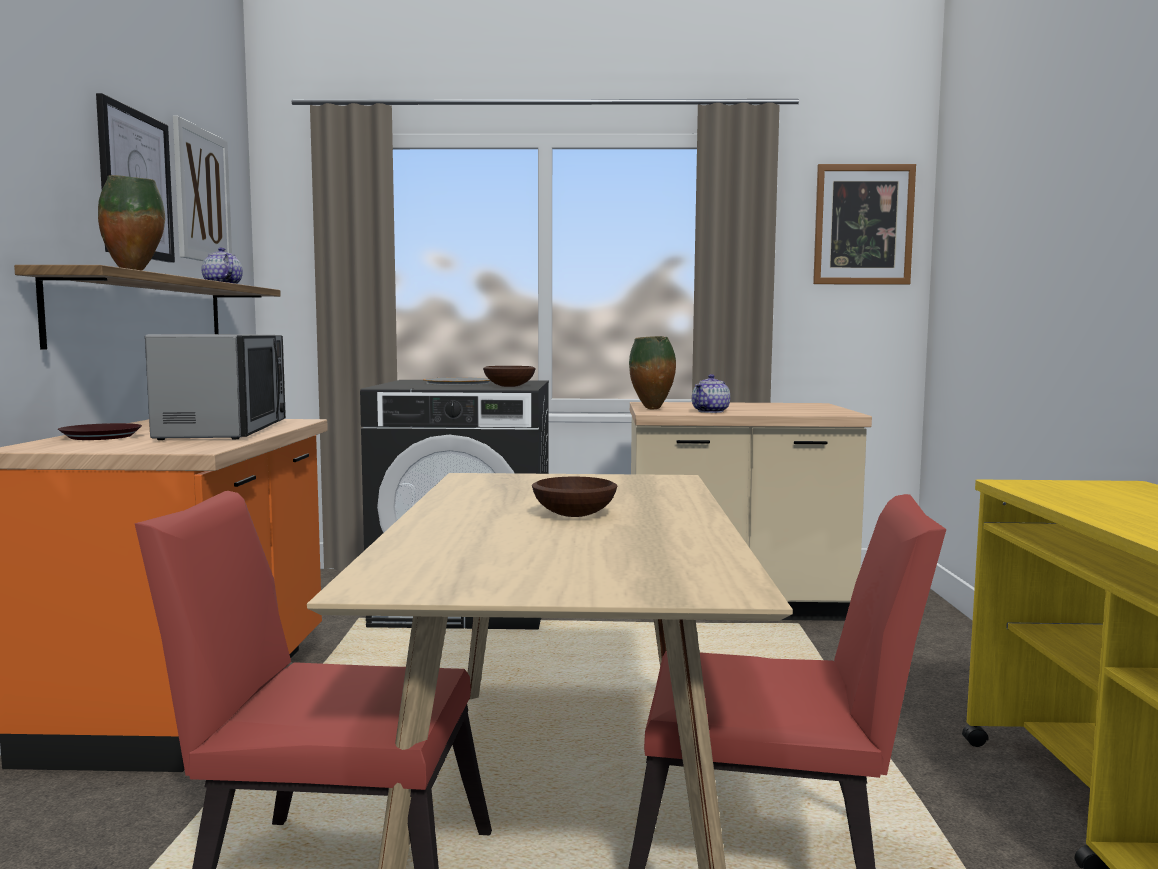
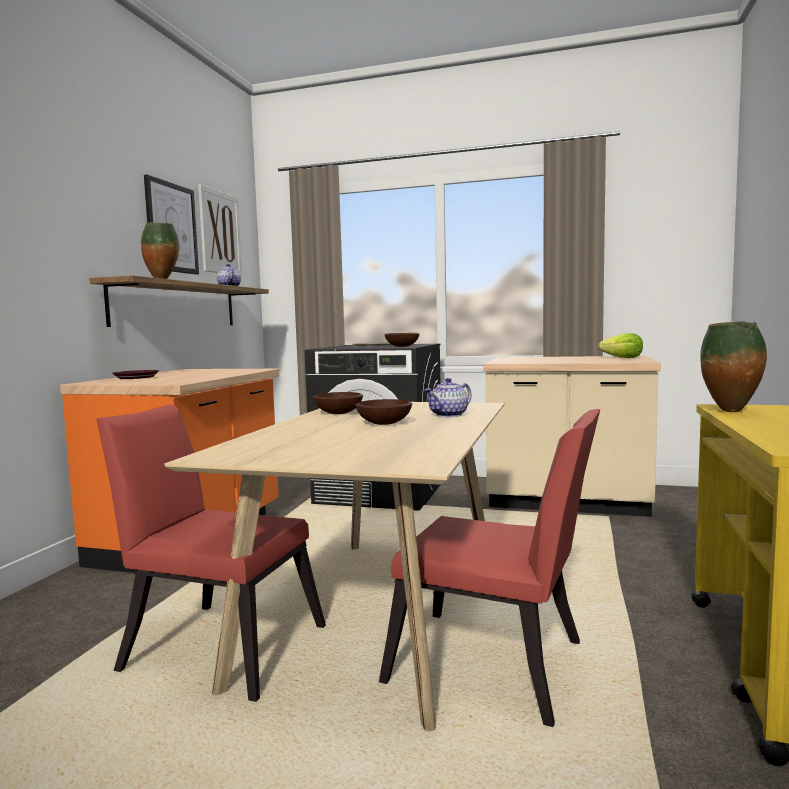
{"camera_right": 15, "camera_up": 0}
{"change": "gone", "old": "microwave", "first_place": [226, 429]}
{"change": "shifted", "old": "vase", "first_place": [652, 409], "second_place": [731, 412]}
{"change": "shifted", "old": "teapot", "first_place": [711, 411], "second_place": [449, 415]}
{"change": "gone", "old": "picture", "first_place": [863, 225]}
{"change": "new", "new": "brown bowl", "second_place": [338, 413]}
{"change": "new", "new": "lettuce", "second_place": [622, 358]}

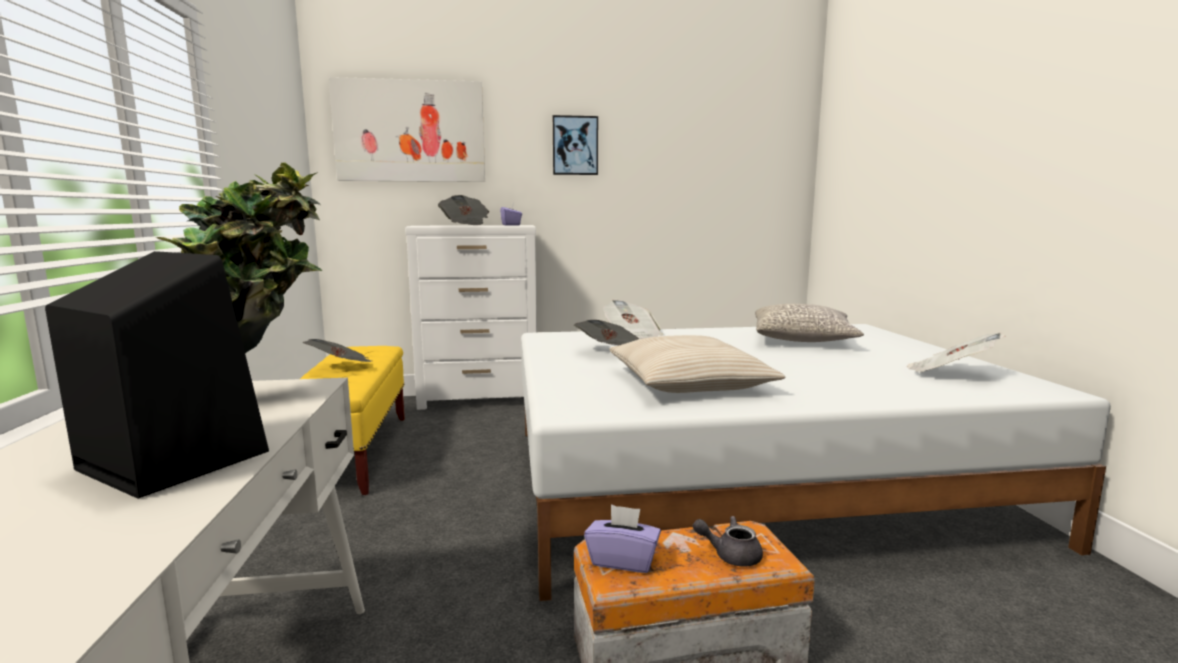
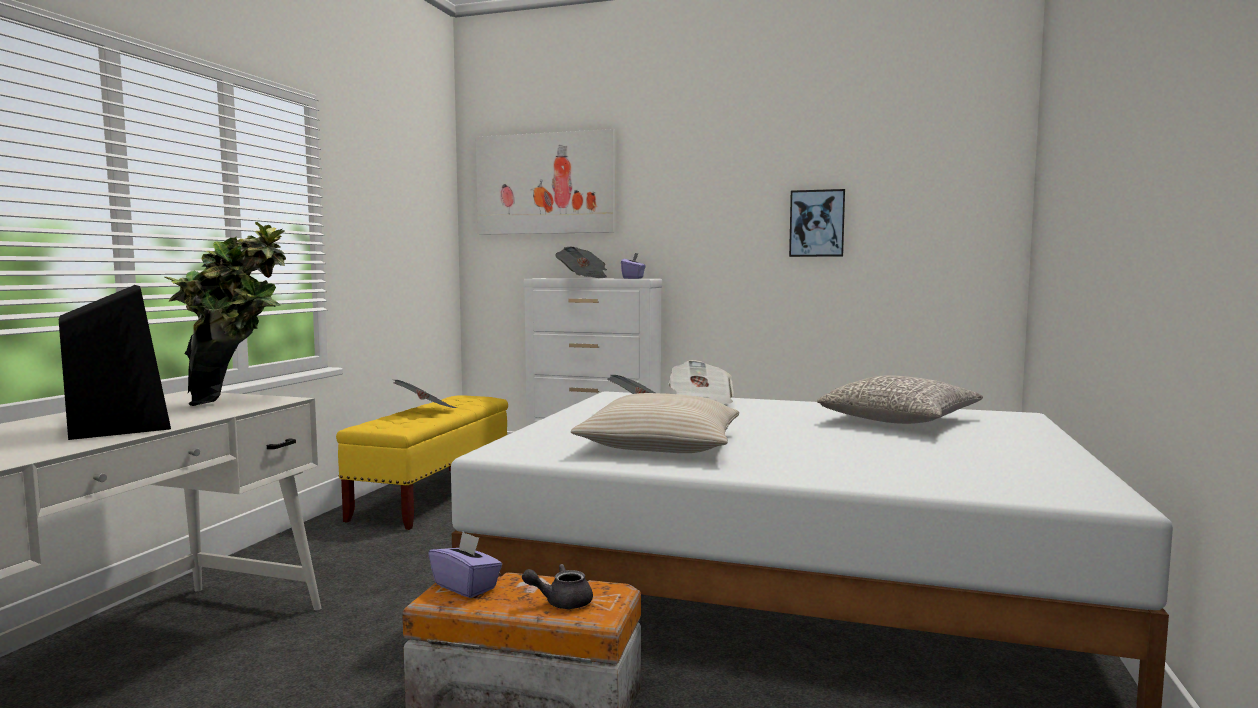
{"camera_right": 25, "camera_up": -5}
{"change": "shifted", "old": "picture", "first_place": [575, 145], "second_place": [817, 223]}
{"change": "rotated", "old": "grey teapot", "first_place": [730, 555], "second_place": [561, 602], "degrees": -45}
{"change": "gone", "old": "newspaper", "first_place": [949, 374]}

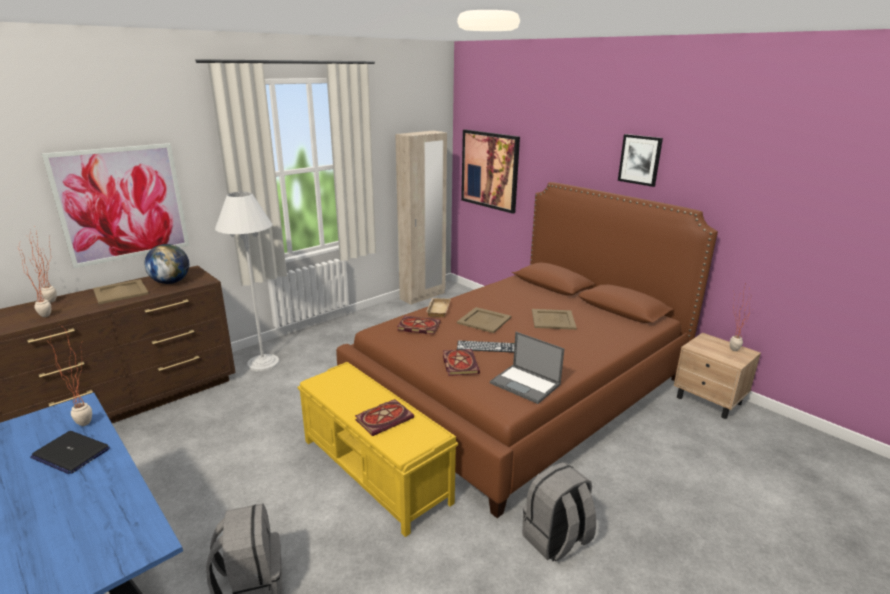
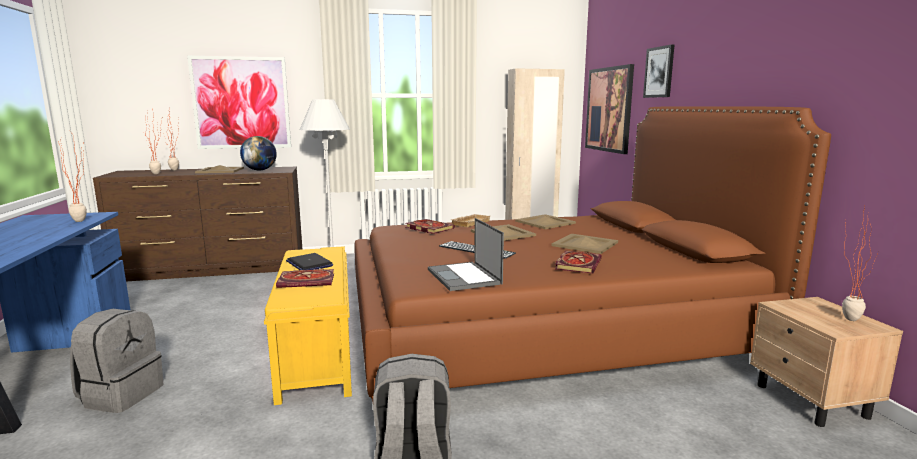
{"camera_right": 30, "camera_up": -10}
{"change": "shifted", "old": "laptop", "first_place": [70, 453], "second_place": [309, 264]}
{"change": "shifted", "old": "book", "first_place": [459, 363], "second_place": [577, 264]}
{"change": "shifted", "old": "picture", "first_place": [640, 159], "second_place": [659, 72]}
{"change": "new", "new": "beige tray", "second_place": [544, 222]}

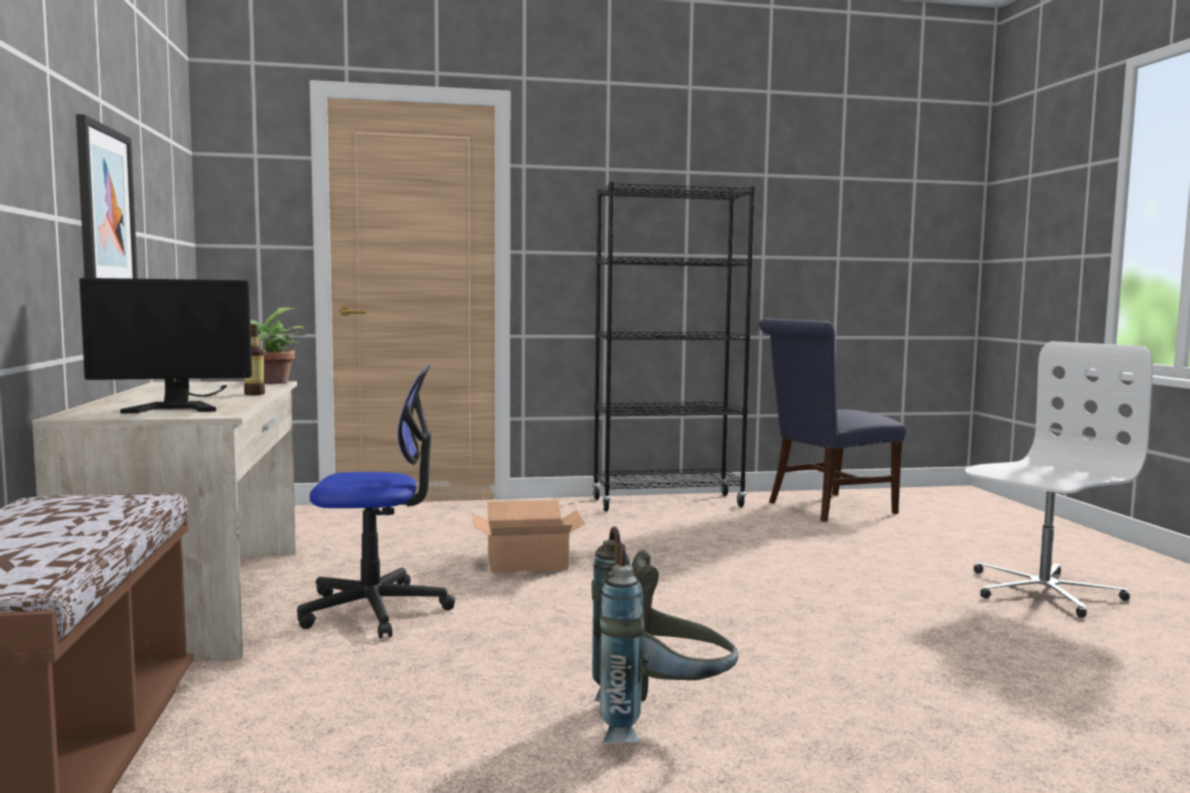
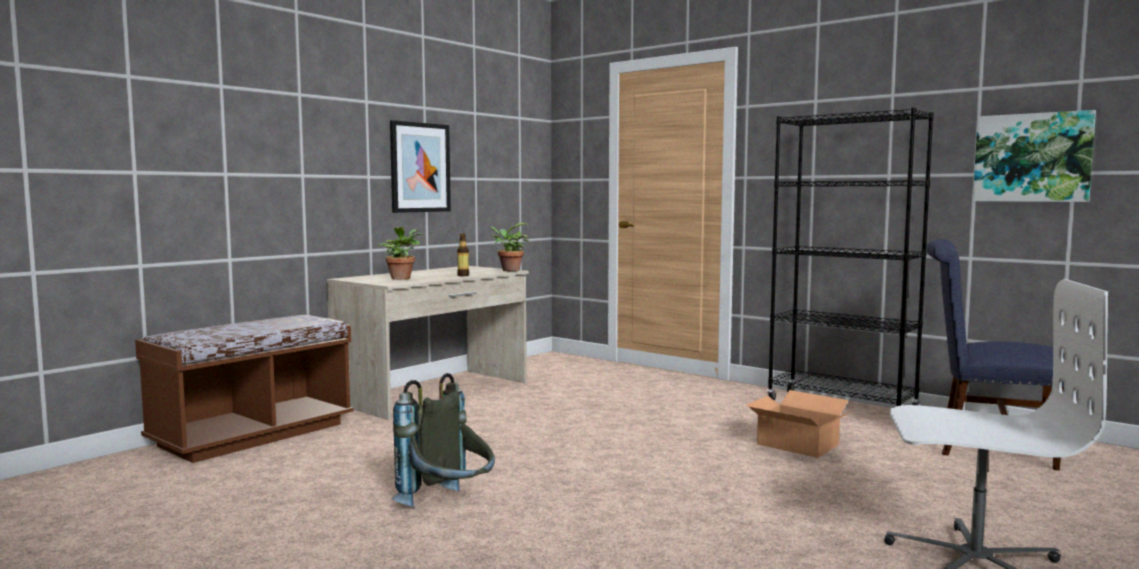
{"camera_right": 50, "camera_up": 0}
{"change": "swapped", "old": "monitor", "new": "potted plant", "first_place": [179, 406], "second_place": [401, 278]}
{"change": "gone", "old": "office chair", "first_place": [375, 610]}
{"change": "shifted", "old": "cardboard box", "first_place": [528, 562], "second_place": [798, 445]}
{"change": "new", "new": "picture", "second_place": [1032, 157]}

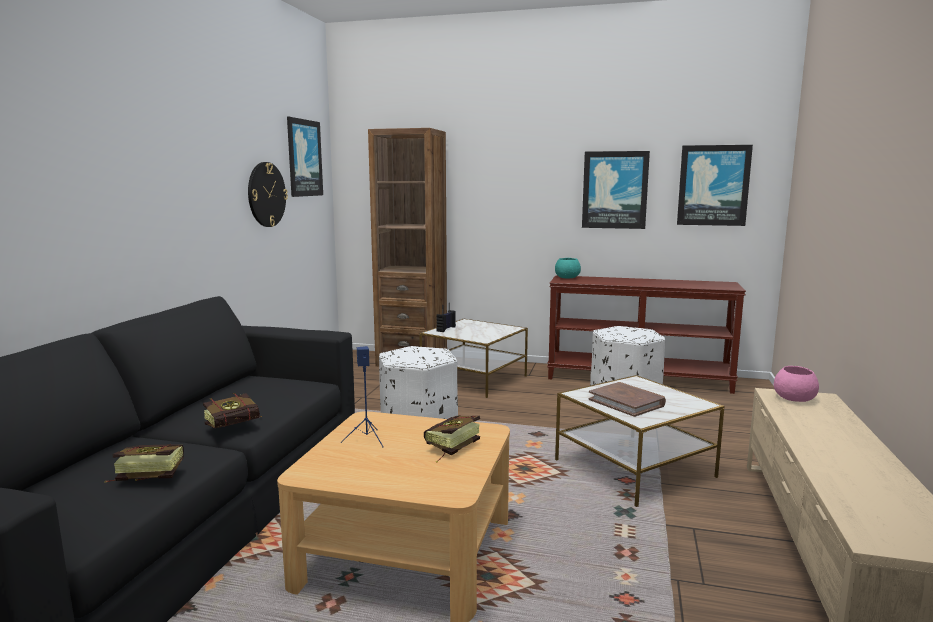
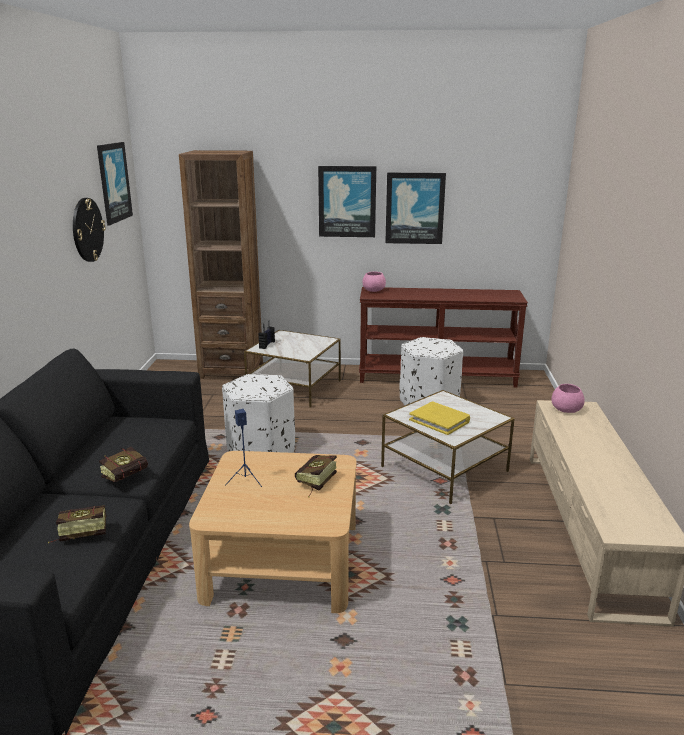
{"camera_right": -10, "camera_up": 10}
{"change": "repainted", "old": "turquoise bowl", "new": "pink bowl", "first_place": [567, 277], "second_place": [373, 290]}
{"change": "repainted", "old": "brown book", "new": "yellow book", "first_place": [626, 402], "second_place": [439, 420]}
{"change": "shifted", "old": "picture", "first_place": [713, 185], "second_place": [347, 201]}

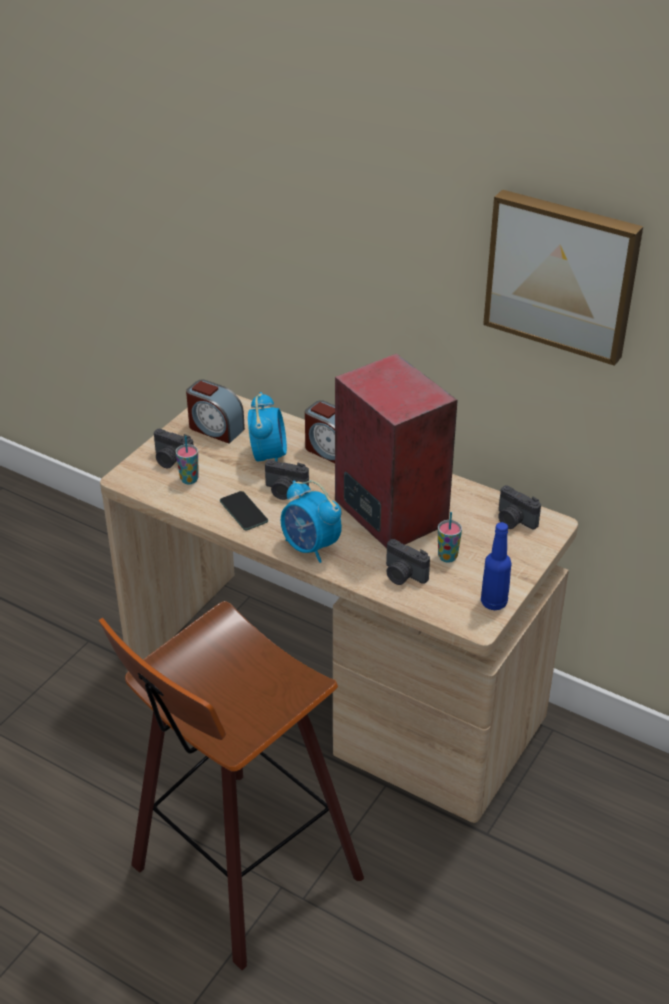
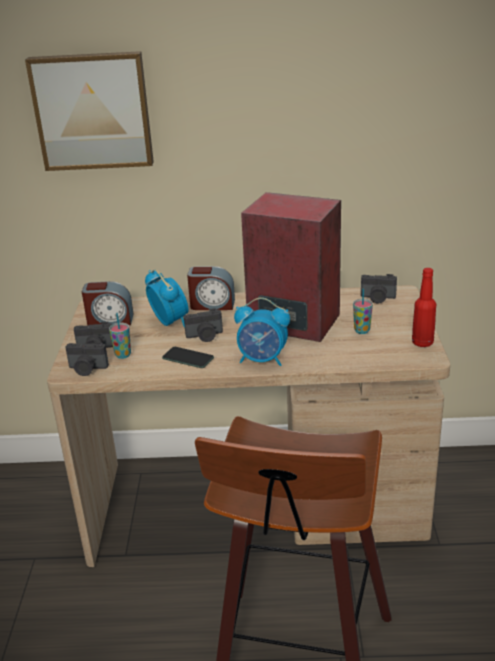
{"camera_right": -30, "camera_up": -10}
{"change": "shifted", "old": "photo camera", "first_place": [403, 575], "second_place": [87, 369]}
{"change": "repainted", "old": "blue bottle", "new": "red bottle", "first_place": [493, 602], "second_place": [422, 343]}
{"change": "shifted", "old": "picture", "first_place": [562, 274], "second_place": [93, 111]}

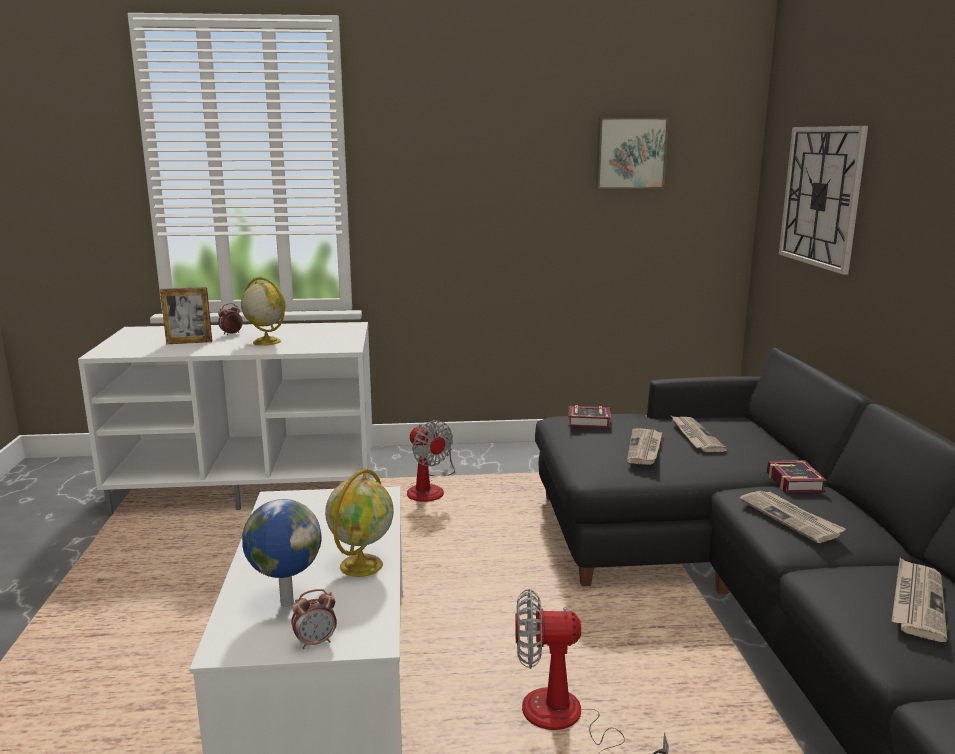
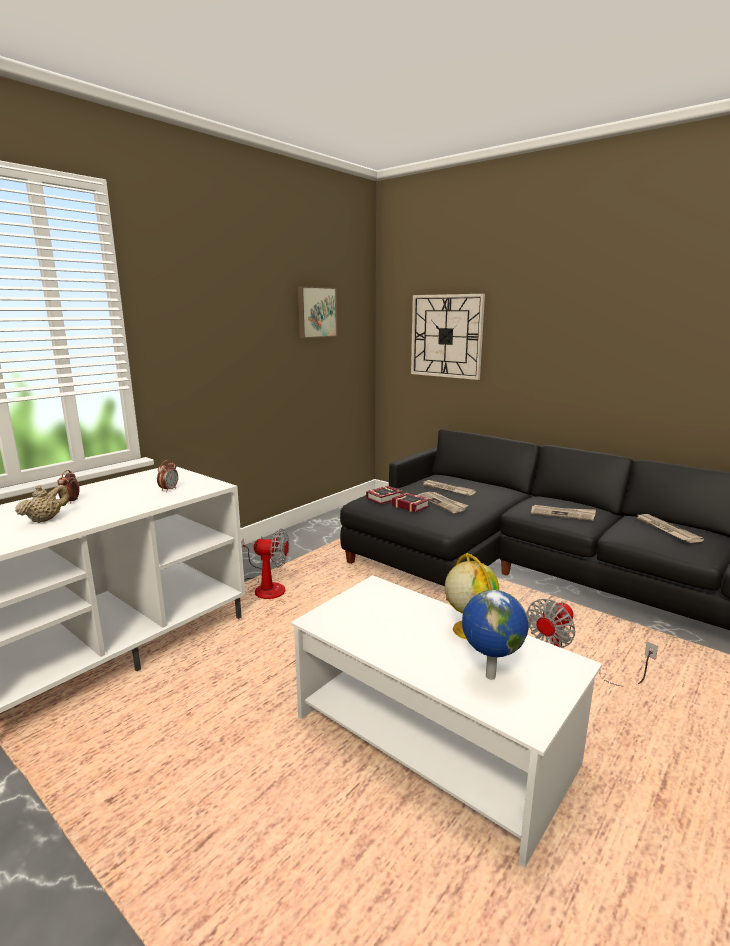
{"camera_right": -45, "camera_up": 0}
{"change": "swapped", "old": "picture frame", "new": "beige teapot", "first_place": [189, 342], "second_place": [46, 519]}
{"change": "gone", "old": "globe", "first_place": [266, 342]}
{"change": "shifted", "old": "alarm clock", "first_place": [315, 642], "second_place": [169, 490]}
{"change": "shifted", "old": "book", "first_place": [795, 481], "second_place": [410, 505]}

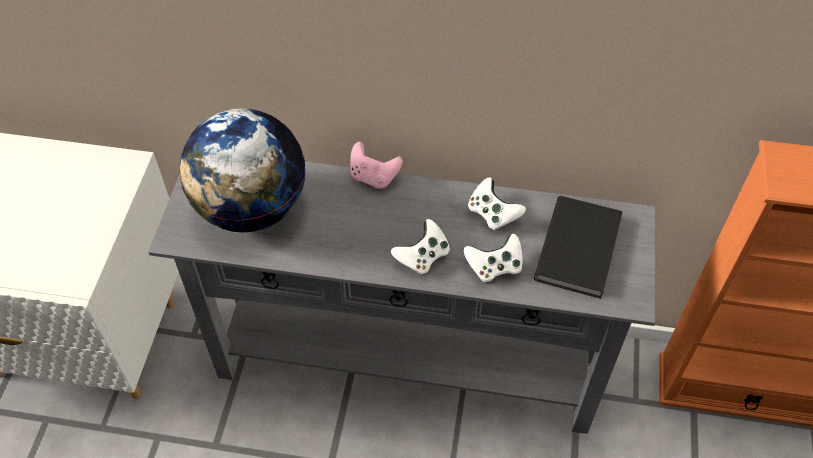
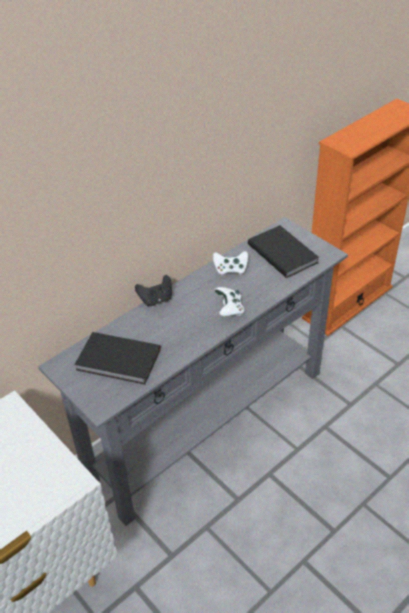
{"camera_right": -50, "camera_up": -10}
{"change": "swapped", "old": "globe", "new": "black book", "first_place": [251, 208], "second_place": [119, 361]}
{"change": "repainted", "old": "pink game controller", "new": "black game controller", "first_place": [373, 177], "second_place": [156, 300]}
{"change": "gone", "old": "white game controller", "first_place": [494, 267]}

